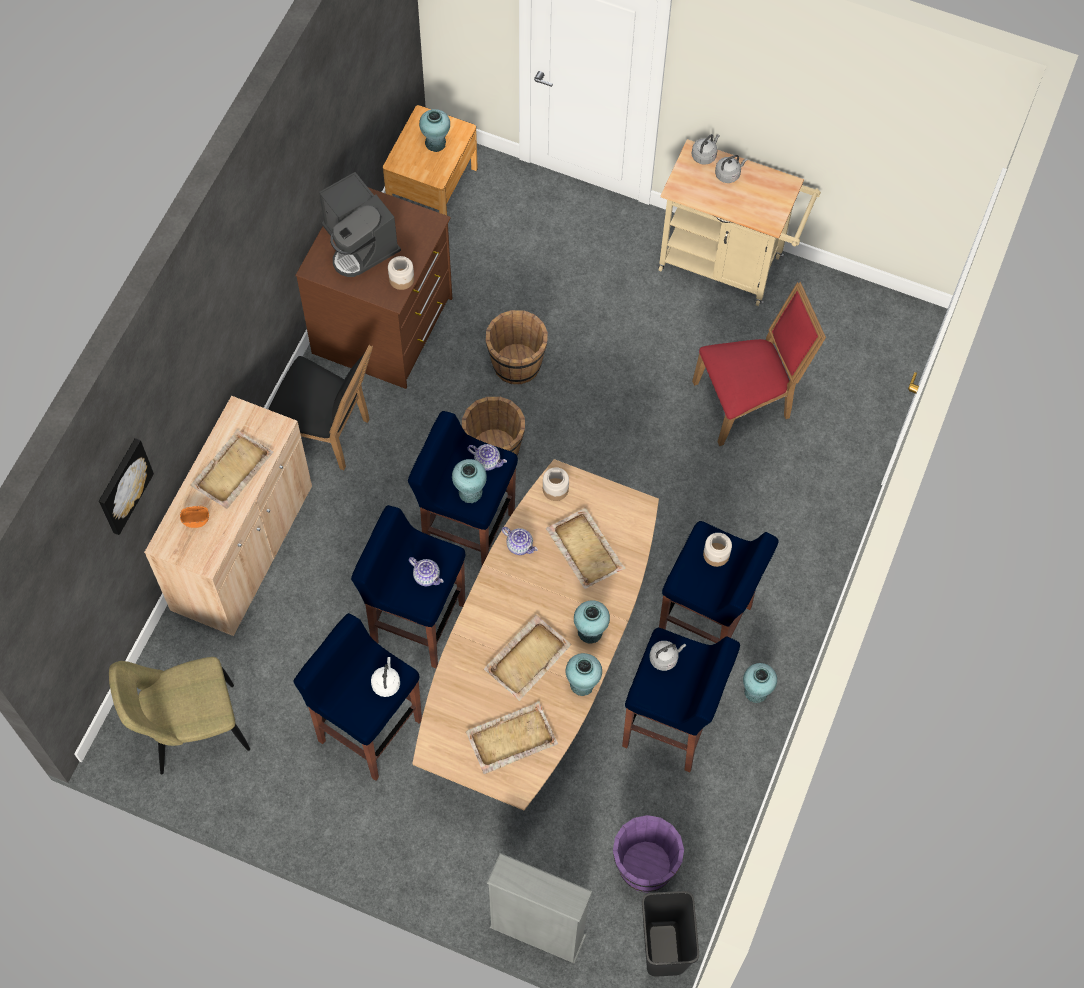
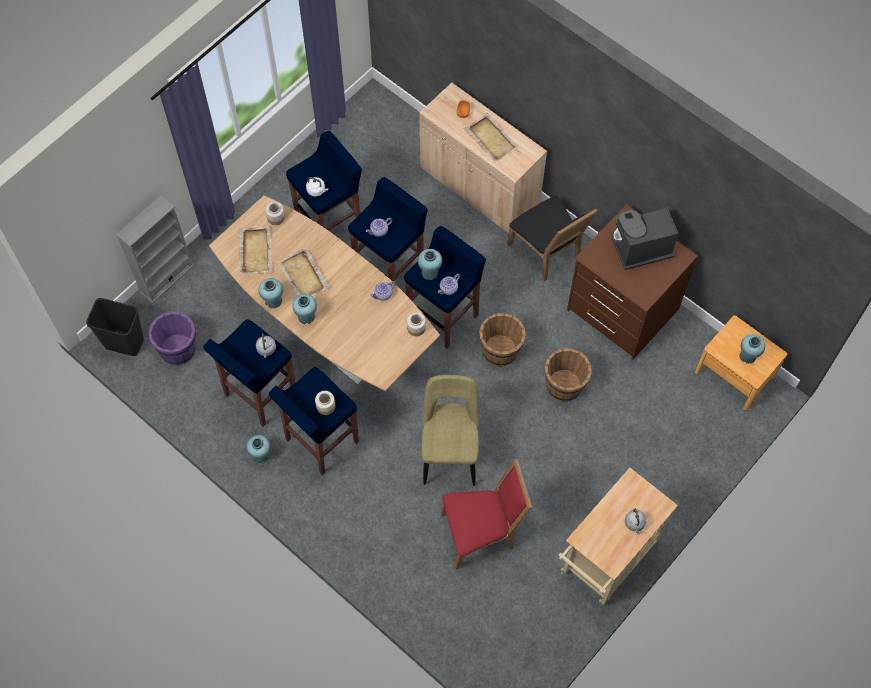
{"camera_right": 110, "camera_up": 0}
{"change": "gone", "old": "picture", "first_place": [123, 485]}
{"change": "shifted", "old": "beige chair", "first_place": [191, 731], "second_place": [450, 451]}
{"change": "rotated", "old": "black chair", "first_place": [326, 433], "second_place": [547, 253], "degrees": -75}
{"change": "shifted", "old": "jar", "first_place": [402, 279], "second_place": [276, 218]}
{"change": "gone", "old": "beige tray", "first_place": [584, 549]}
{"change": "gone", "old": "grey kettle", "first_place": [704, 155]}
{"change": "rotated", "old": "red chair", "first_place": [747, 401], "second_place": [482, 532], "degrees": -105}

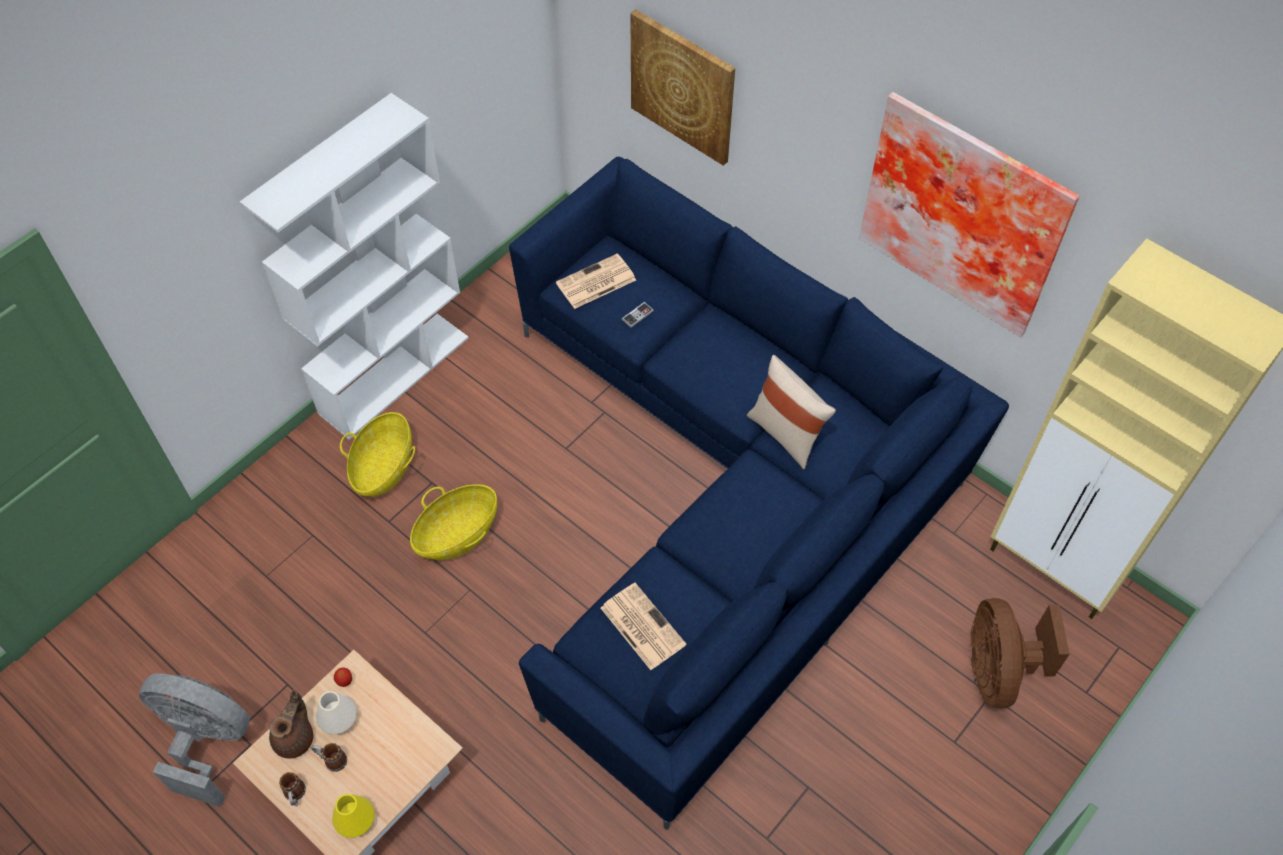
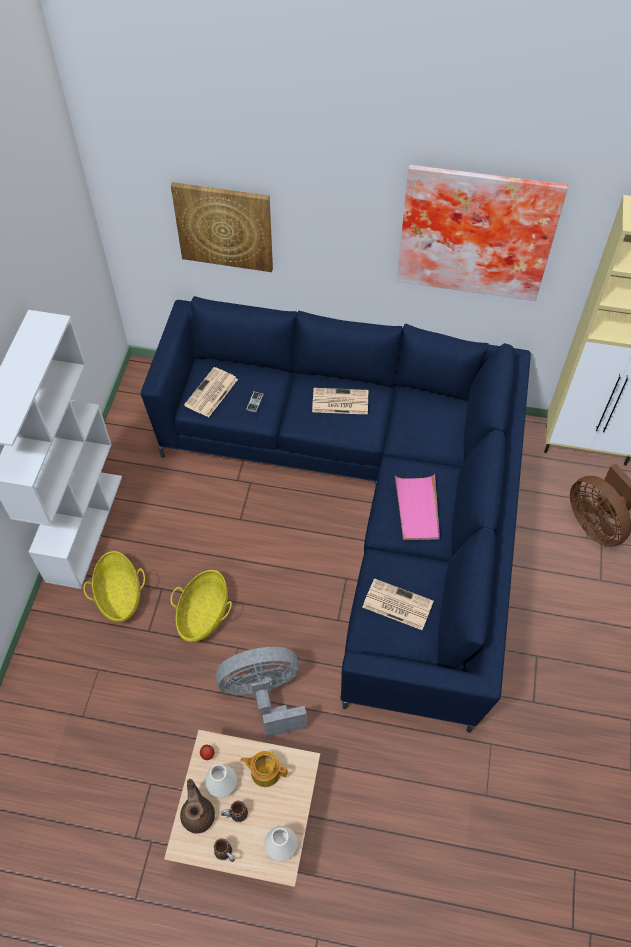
{"camera_right": -30, "camera_up": 0}
{"change": "shifted", "old": "grey fan", "first_place": [207, 742], "second_place": [264, 695]}
{"change": "repainted", "old": "yellow vase", "new": "white vase", "first_place": [356, 821], "second_place": [281, 846]}
{"change": "gone", "old": "beige pillow", "first_place": [786, 434]}
{"change": "new", "new": "teapot", "second_place": [265, 771]}
{"change": "new", "new": "newspaper", "second_place": [339, 402]}
{"change": "new", "new": "pink tray", "second_place": [417, 509]}

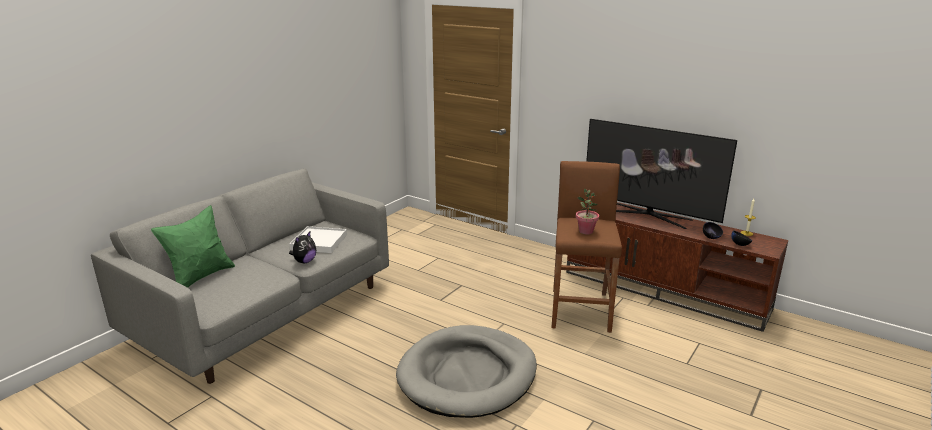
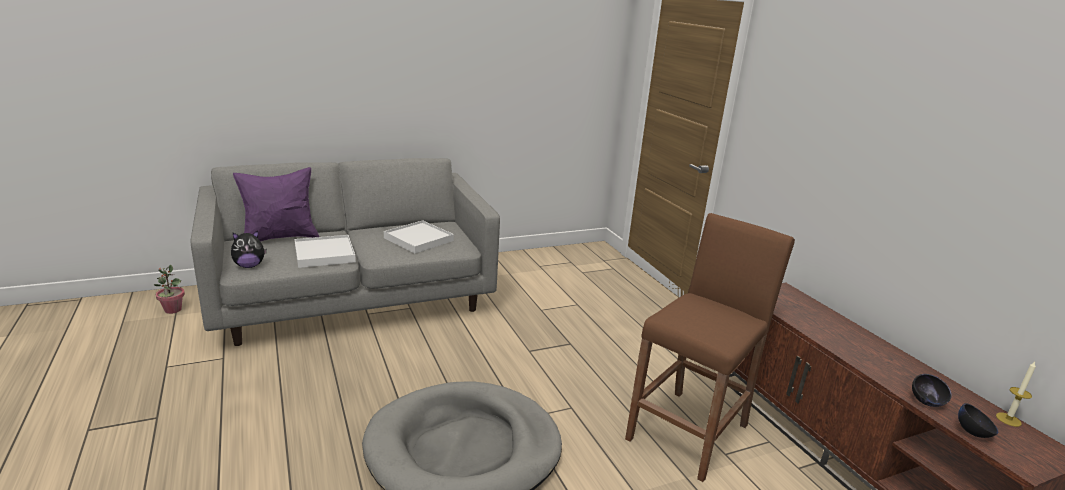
{"camera_right": 30, "camera_up": 0}
{"change": "repainted", "old": "green pillow", "new": "purple pillow", "first_place": [200, 277], "second_place": [280, 237]}
{"change": "shifted", "old": "plush toy", "first_place": [304, 261], "second_place": [249, 266]}
{"change": "shifted", "old": "potted plant", "first_place": [586, 231], "second_place": [172, 310]}
{"change": "gone", "old": "television", "first_place": [648, 215]}
{"change": "new", "new": "white tray", "second_place": [324, 254]}

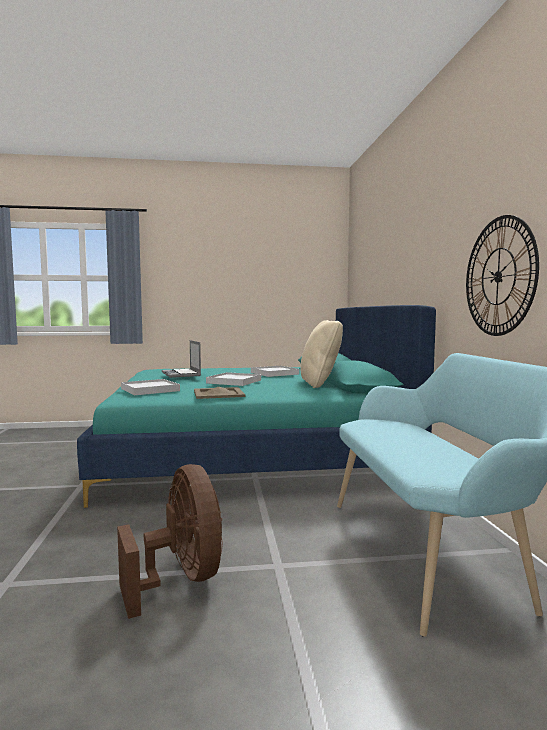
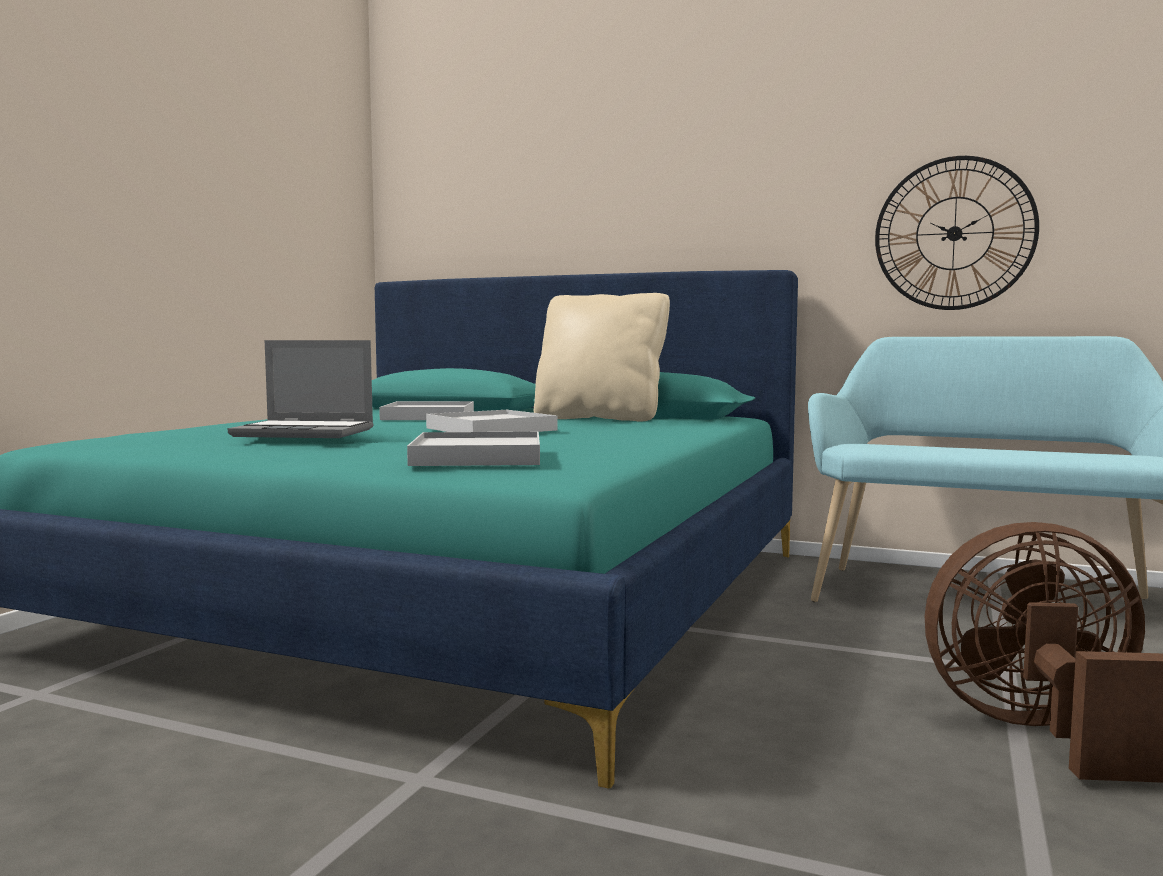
{"camera_right": -60, "camera_up": 0}
{"change": "gone", "old": "beige tray", "first_place": [218, 393]}

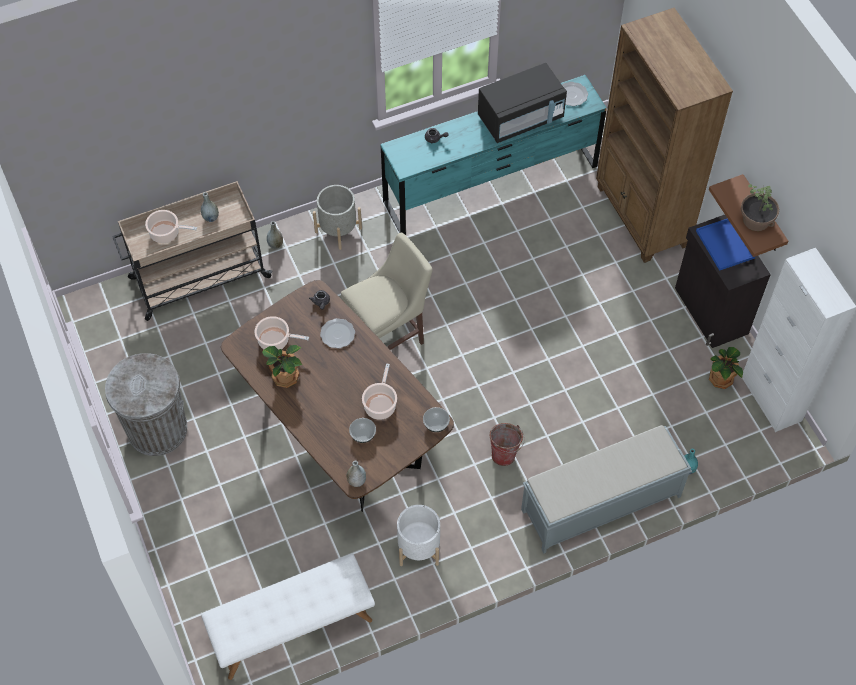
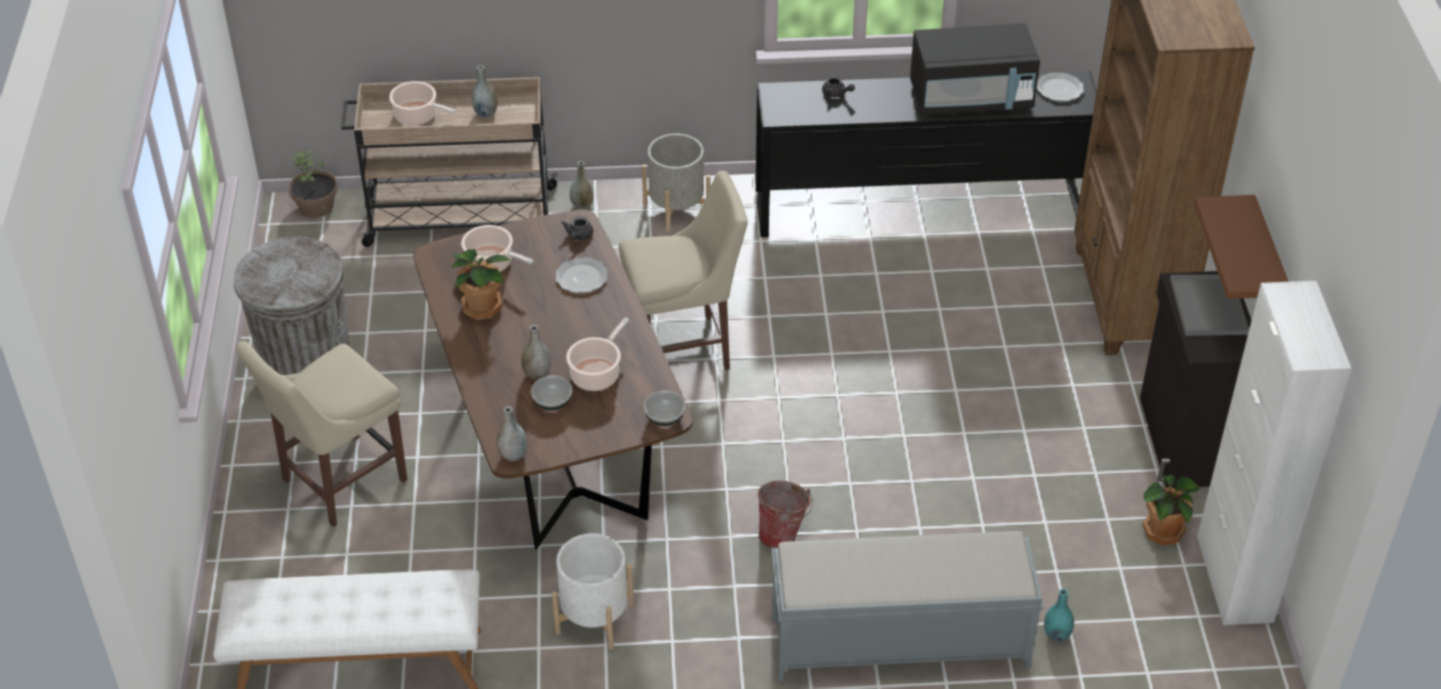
{"camera_right": 20, "camera_up": -15}
{"change": "repainted", "old": "turquoise dresser", "new": "black dresser", "first_place": [491, 184], "second_place": [919, 208]}
{"change": "repainted", "old": "blue tray", "new": "grey tray", "first_place": [723, 244], "second_place": [1207, 305]}
{"change": "shifted", "old": "potted plant", "first_place": [756, 220], "second_place": [317, 206]}
{"change": "new", "new": "beige chair", "second_place": [339, 482]}
{"change": "new", "new": "grey vase", "second_place": [537, 374]}

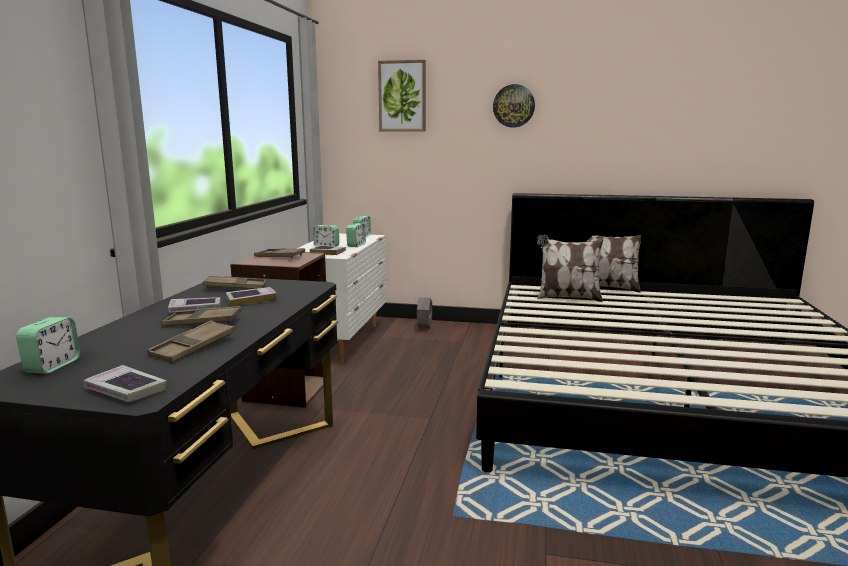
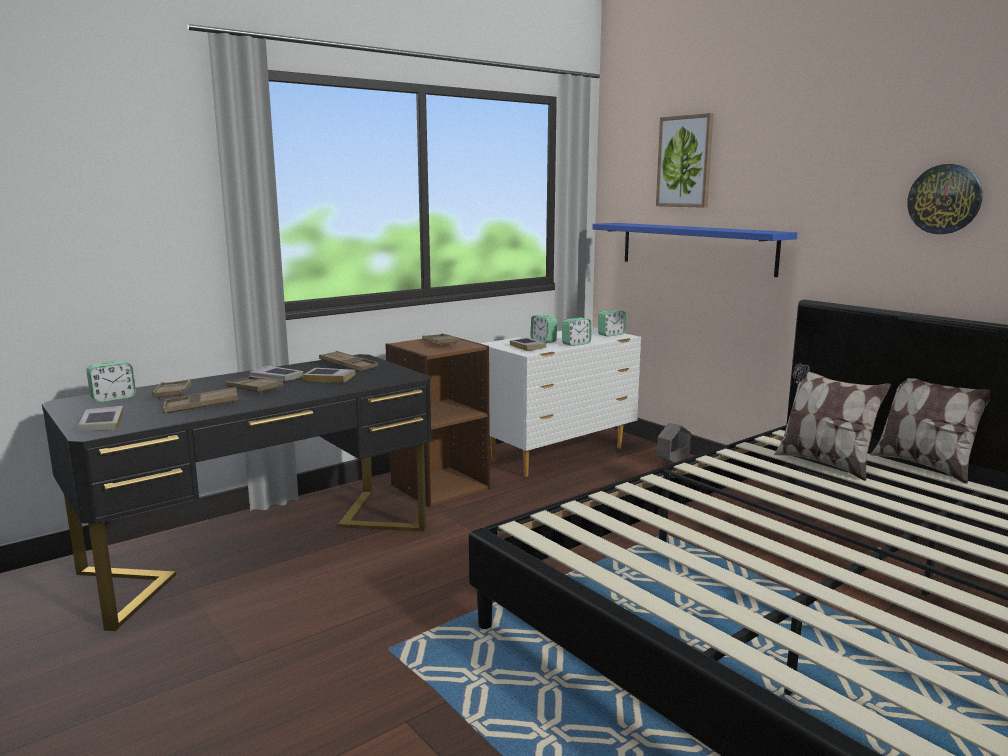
{"camera_right": 40, "camera_up": 0}
{"change": "shifted", "old": "wall clock", "first_place": [513, 106], "second_place": [944, 199]}
{"change": "new", "new": "brown tray", "second_place": [173, 394]}
{"change": "new", "new": "blue shelf", "second_place": [695, 247]}

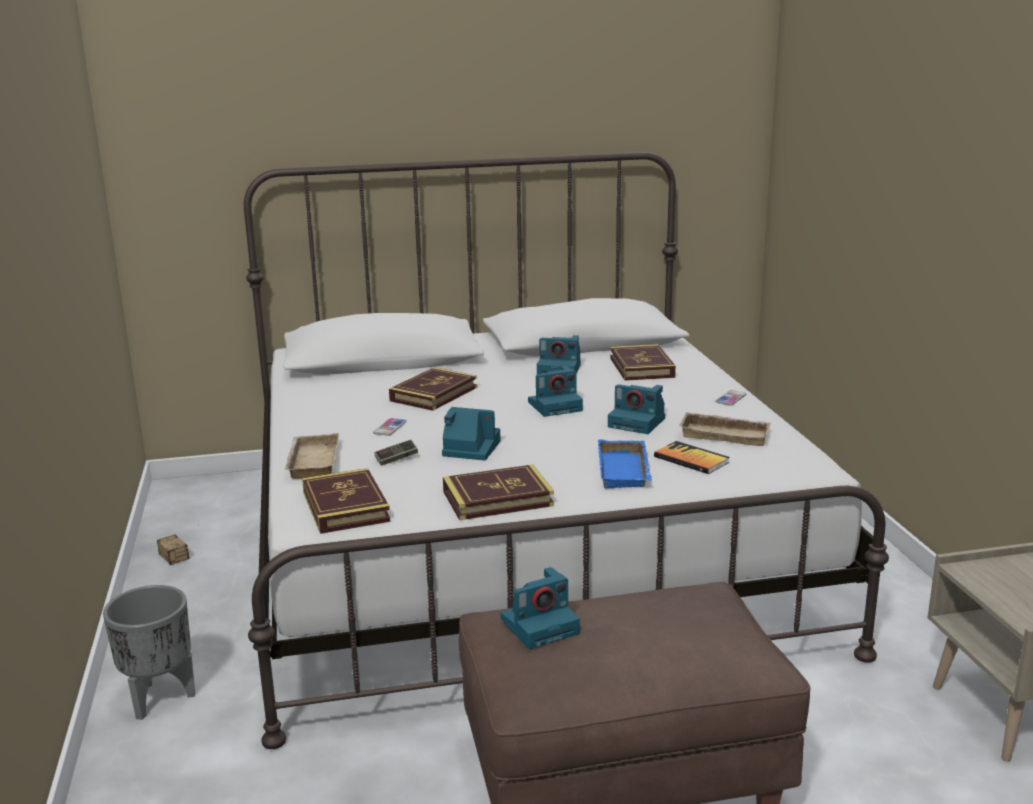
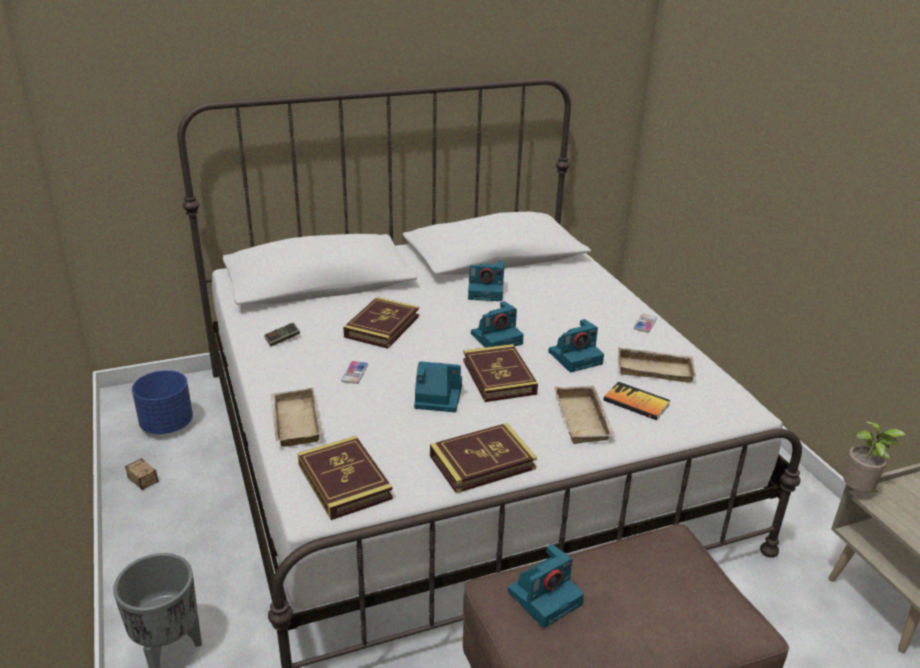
{"camera_right": -10, "camera_up": 10}
{"change": "shifted", "old": "game controller", "first_place": [396, 459], "second_place": [282, 339]}
{"change": "repainted", "old": "blue tray", "new": "beige tray", "first_place": [626, 471], "second_place": [585, 420]}
{"change": "rotated", "old": "photo camera", "first_place": [638, 422], "second_place": [576, 357], "degrees": -45}
{"change": "shifted", "old": "book", "first_place": [641, 367], "second_place": [499, 377]}
{"change": "new", "new": "blue planter", "second_place": [166, 425]}
{"change": "new", "new": "potted plant", "second_place": [858, 493]}

